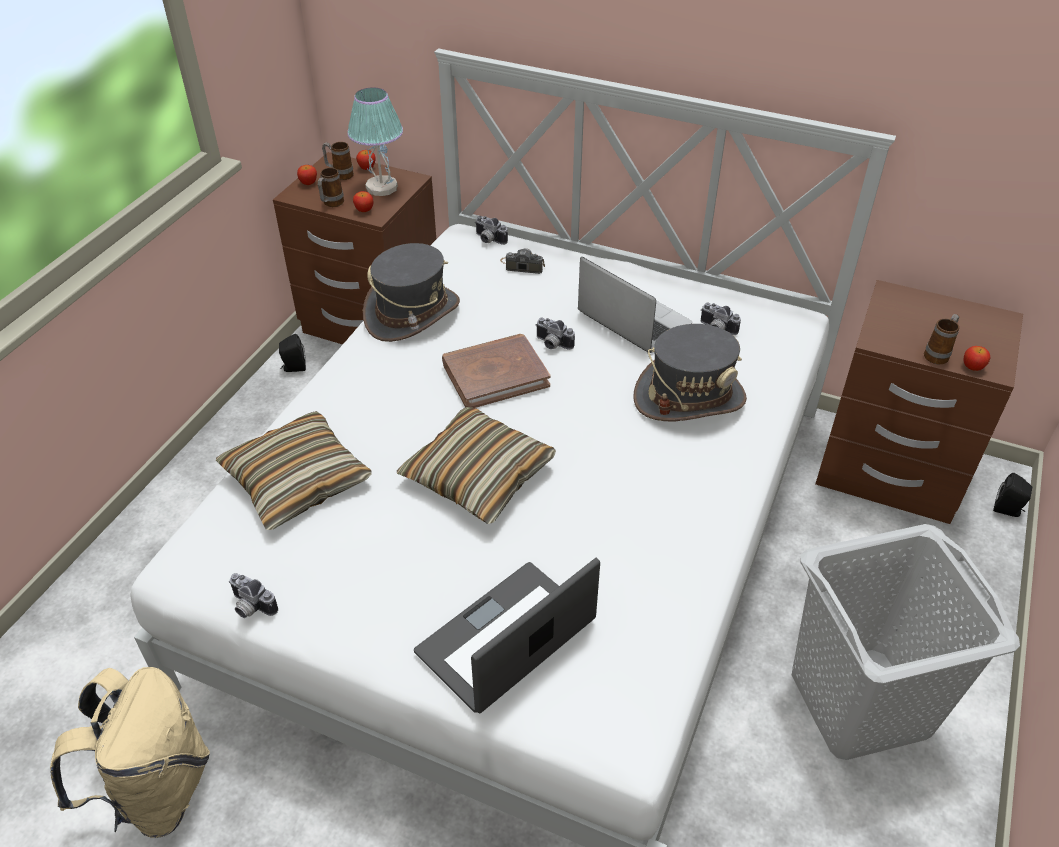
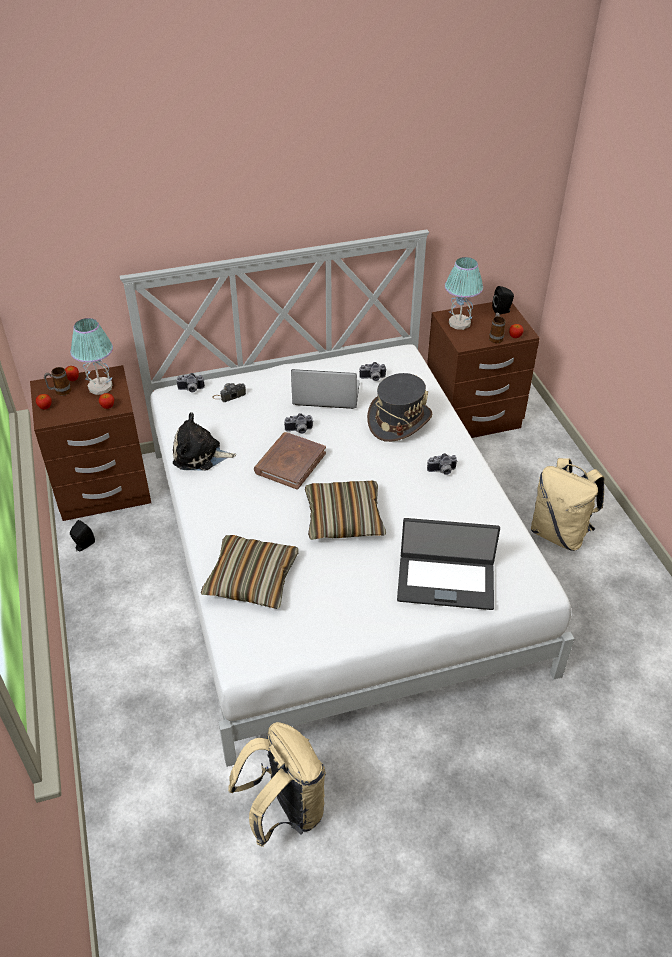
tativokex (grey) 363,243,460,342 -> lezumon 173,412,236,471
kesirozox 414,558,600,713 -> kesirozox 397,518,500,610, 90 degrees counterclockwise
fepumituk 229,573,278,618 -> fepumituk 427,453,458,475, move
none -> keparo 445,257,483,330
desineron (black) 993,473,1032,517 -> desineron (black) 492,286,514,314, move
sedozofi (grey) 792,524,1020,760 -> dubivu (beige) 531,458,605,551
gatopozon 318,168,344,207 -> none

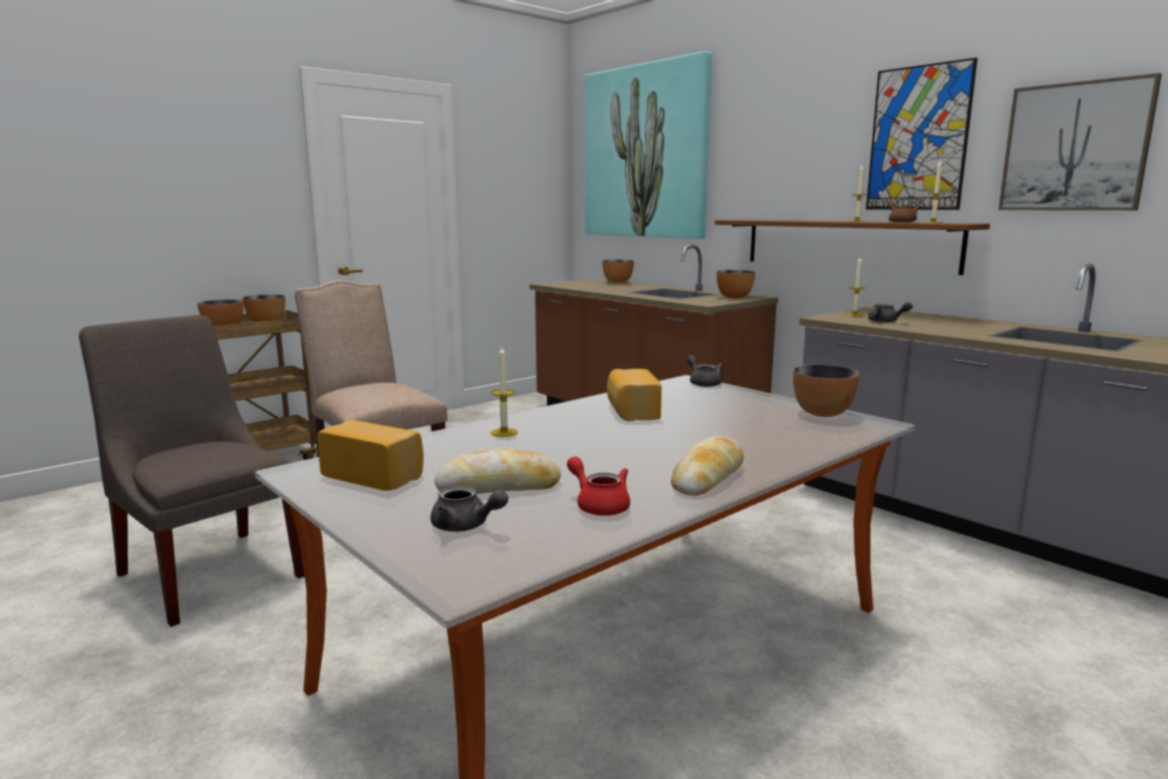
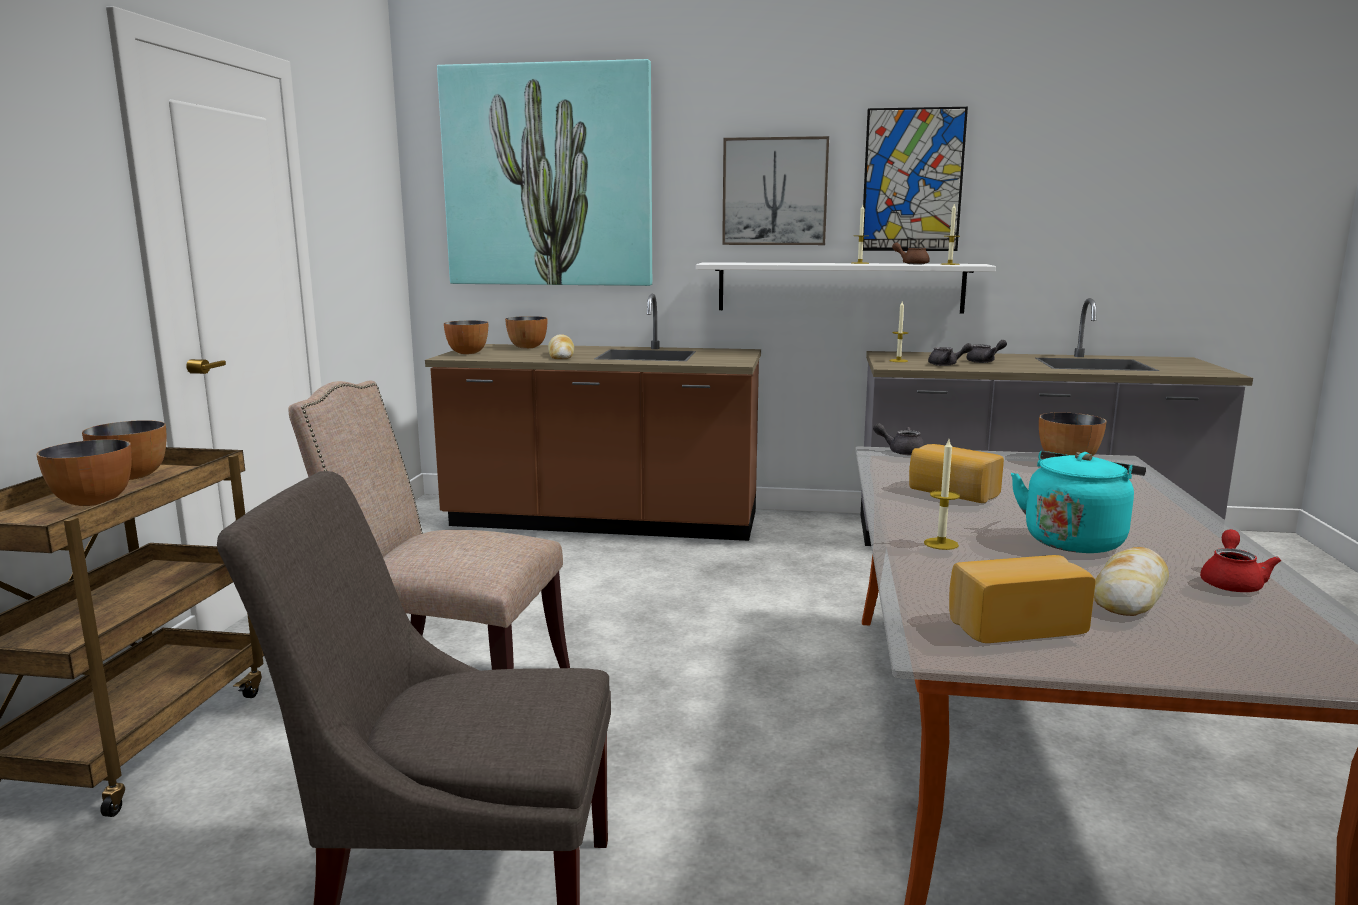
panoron 717,270,755,299 -> panoron 444,320,488,354, move
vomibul 671,436,744,496 -> vomibul 548,334,574,359, move
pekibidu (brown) 715,220,990,275 -> pekibidu (white) 696,262,996,314
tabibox 998,73,1162,210 -> tabibox 722,136,829,245, move
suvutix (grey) 430,486,508,532 -> suvutix (grey) 966,340,1007,363, move
none -> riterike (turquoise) 1011,451,1146,553
suvutix (red) 567,456,630,516 -> suvutix (red) 1200,529,1281,592, 105 degrees clockwise

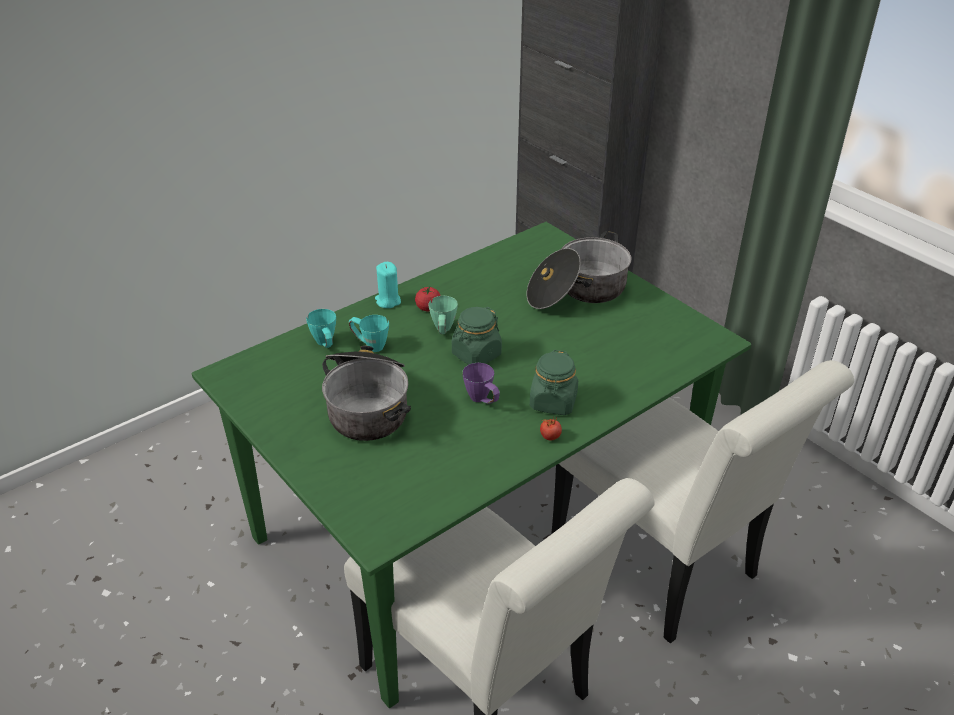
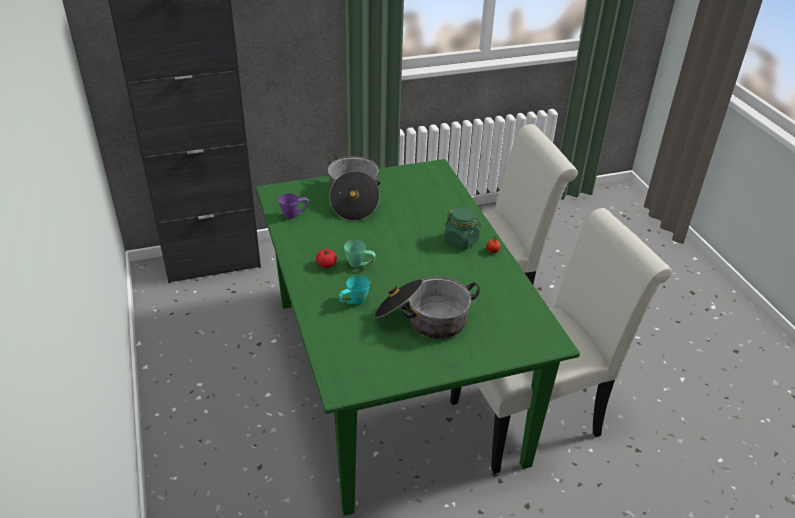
gatopozon (purple) 463,363,500,404 -> gatopozon (purple) 278,193,309,219, move
gatopozon (turquoise) 306,309,336,348 -> none
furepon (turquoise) 375,262,401,308 -> none
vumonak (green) 452,307,502,365 -> none

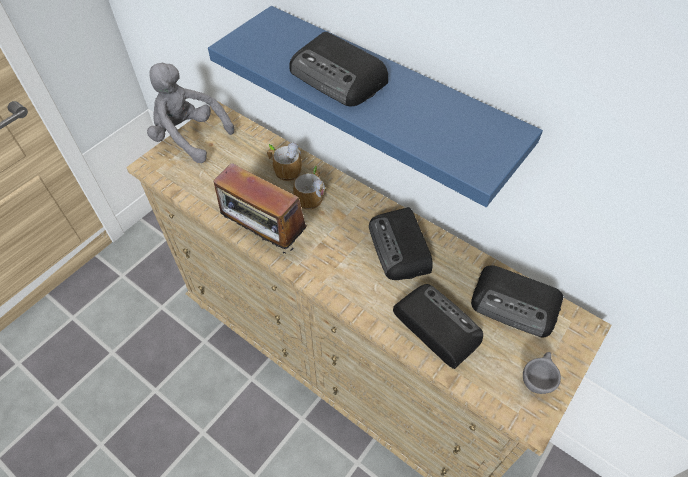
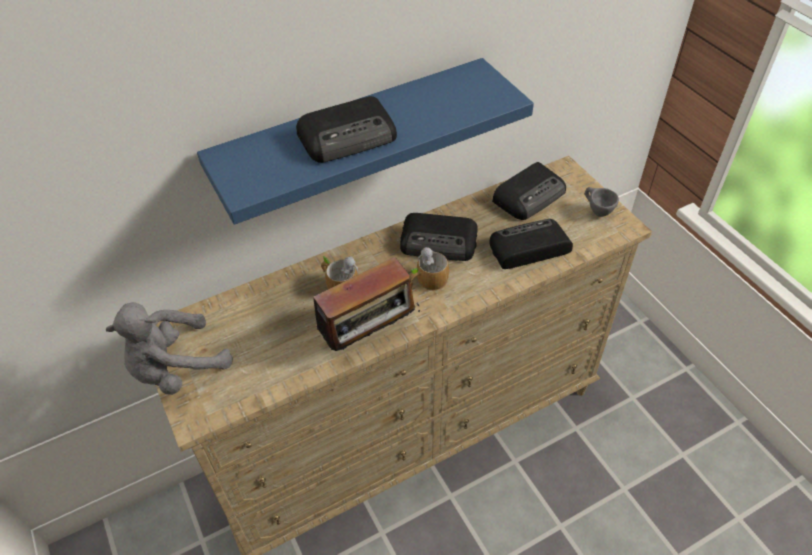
gatopozon 267,141,302,181 -> gatopozon 410,247,449,291, move

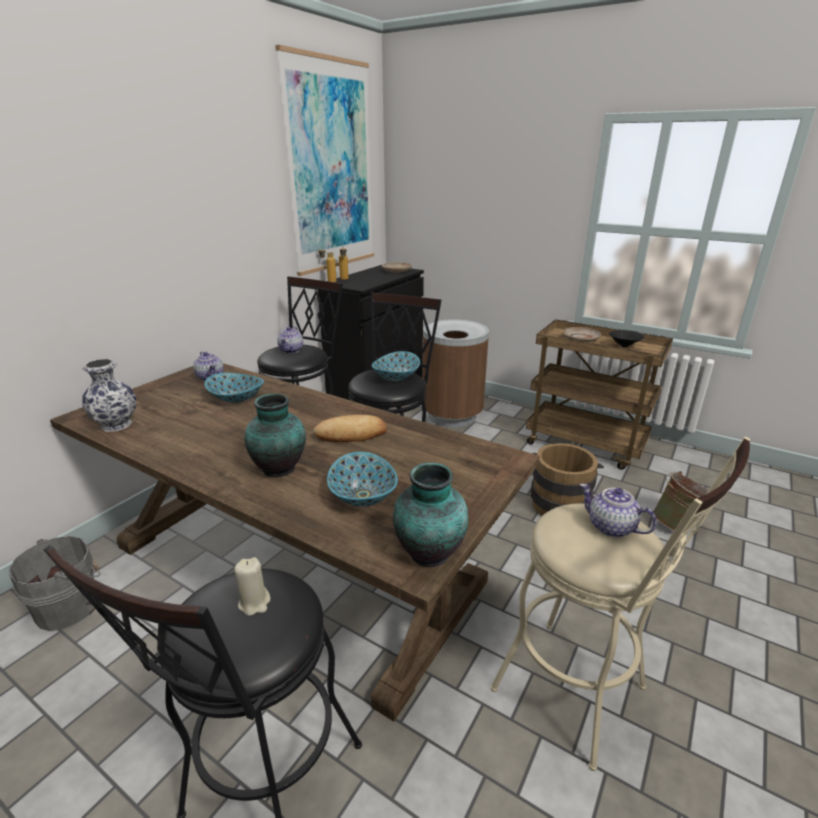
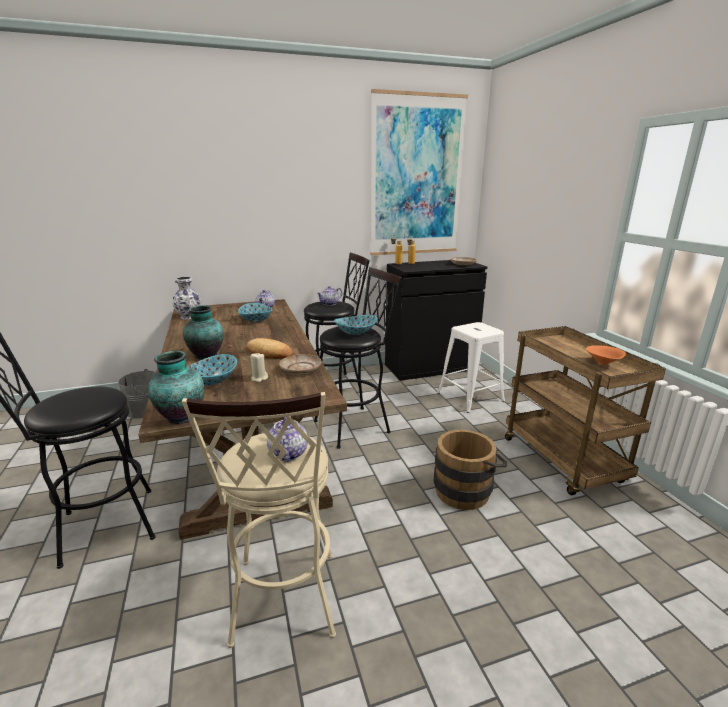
furepon (beige) 234,557,271,616 -> furepon (beige) 250,353,268,382, move
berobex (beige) 563,327,601,342 -> berobex (beige) 279,354,321,374, move
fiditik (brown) 423,319,489,427 -> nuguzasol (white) 437,322,505,413
panoron (black) 609,330,645,348 -> panoron (orange) 586,345,626,365
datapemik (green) 653,471,708,530 -> none

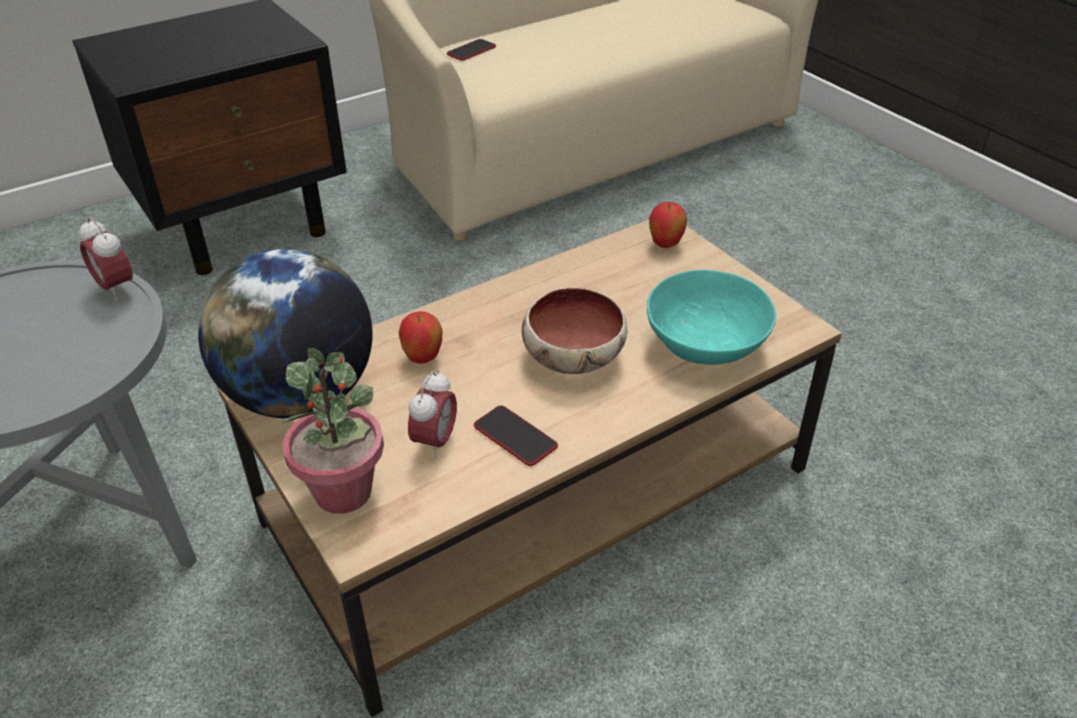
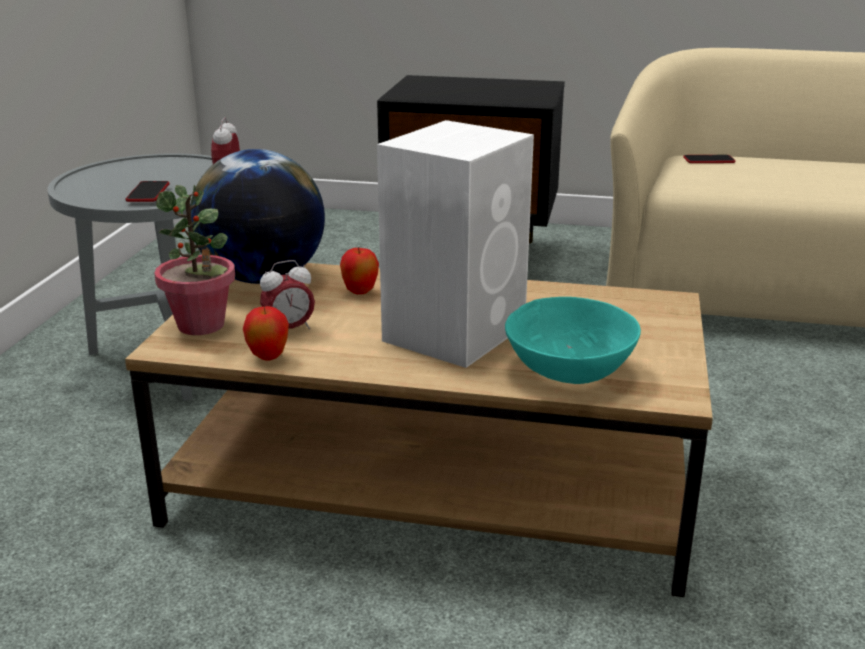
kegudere 474,405,558,466 -> kegudere 125,181,170,202, move
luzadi 649,202,687,248 -> luzadi 243,306,289,361, move
panoron 522,288,627,374 -> desineron (white) 377,120,534,368

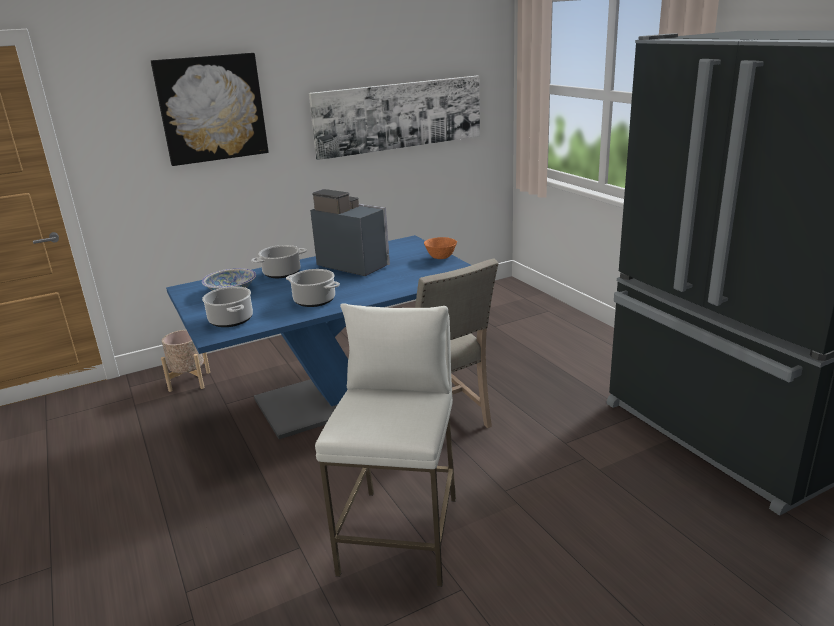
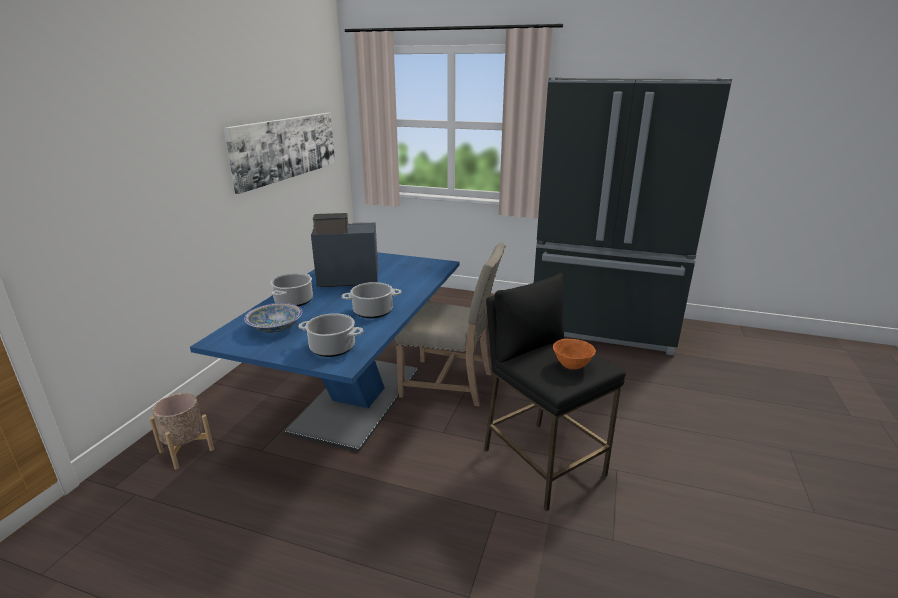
nuguzasol (white) 315,303,456,587 -> nuguzasol (black) 484,273,626,511
panoron (orange) 424,237,457,259 -> panoron (orange) 553,339,596,369, move
tabibox 151,53,269,166 -> none

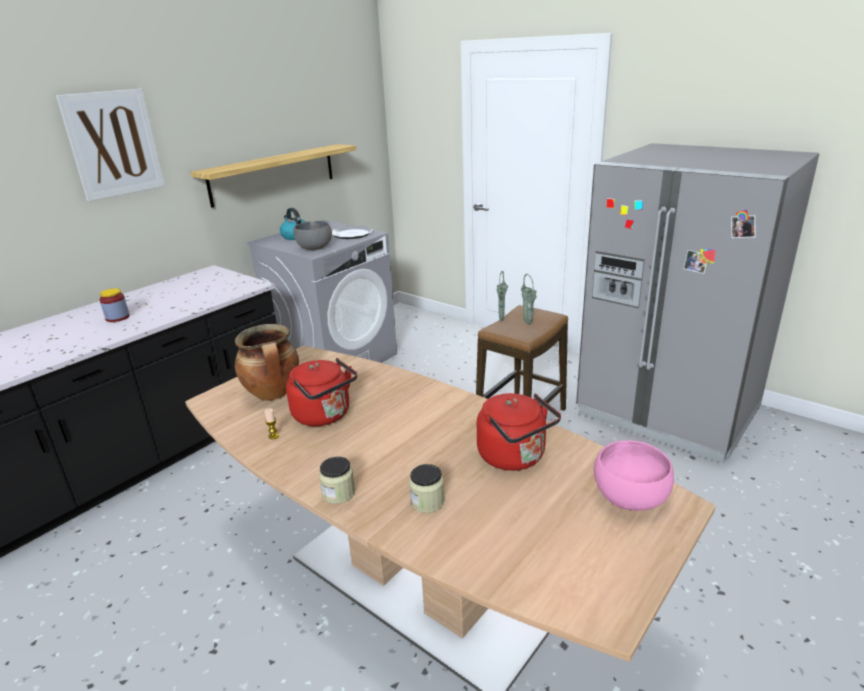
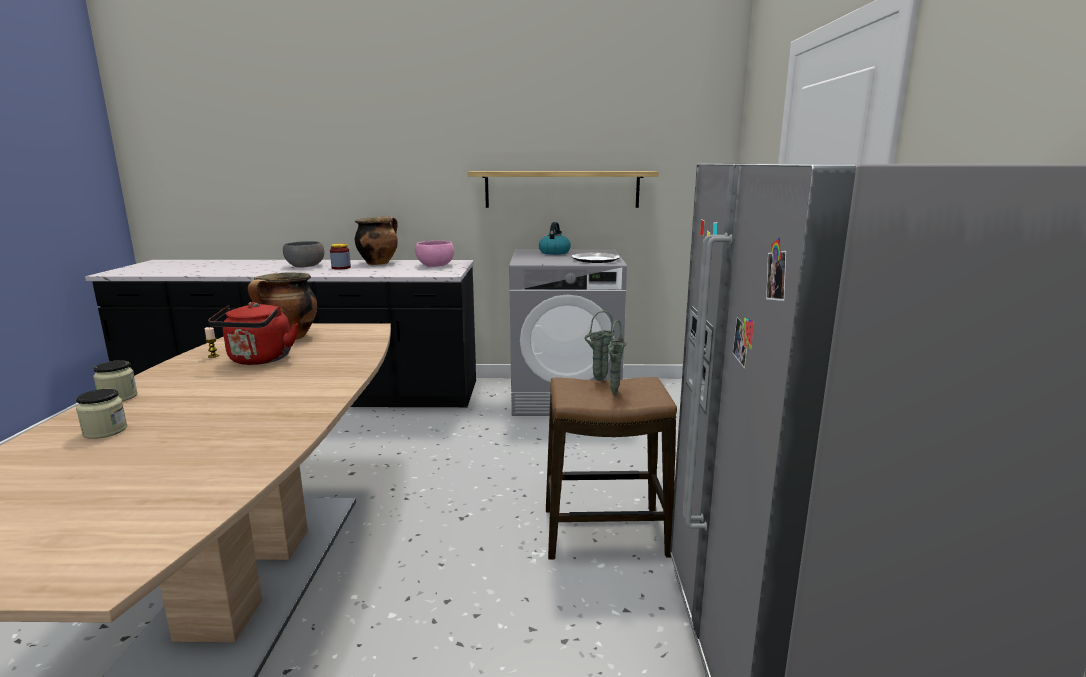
panoron (grey) 293,221,332,250 -> panoron (grey) 283,241,325,268, move
none -> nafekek 355,217,398,265
panoron (pink) 594,440,674,511 -> panoron (pink) 415,241,454,267, move
tabibox 56,89,165,202 -> none
riterike (red) 477,393,561,471 -> none

